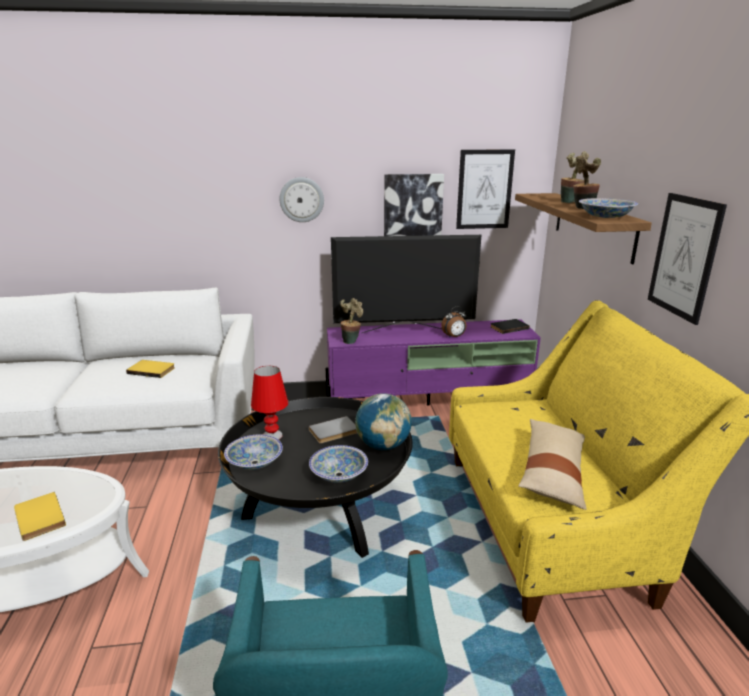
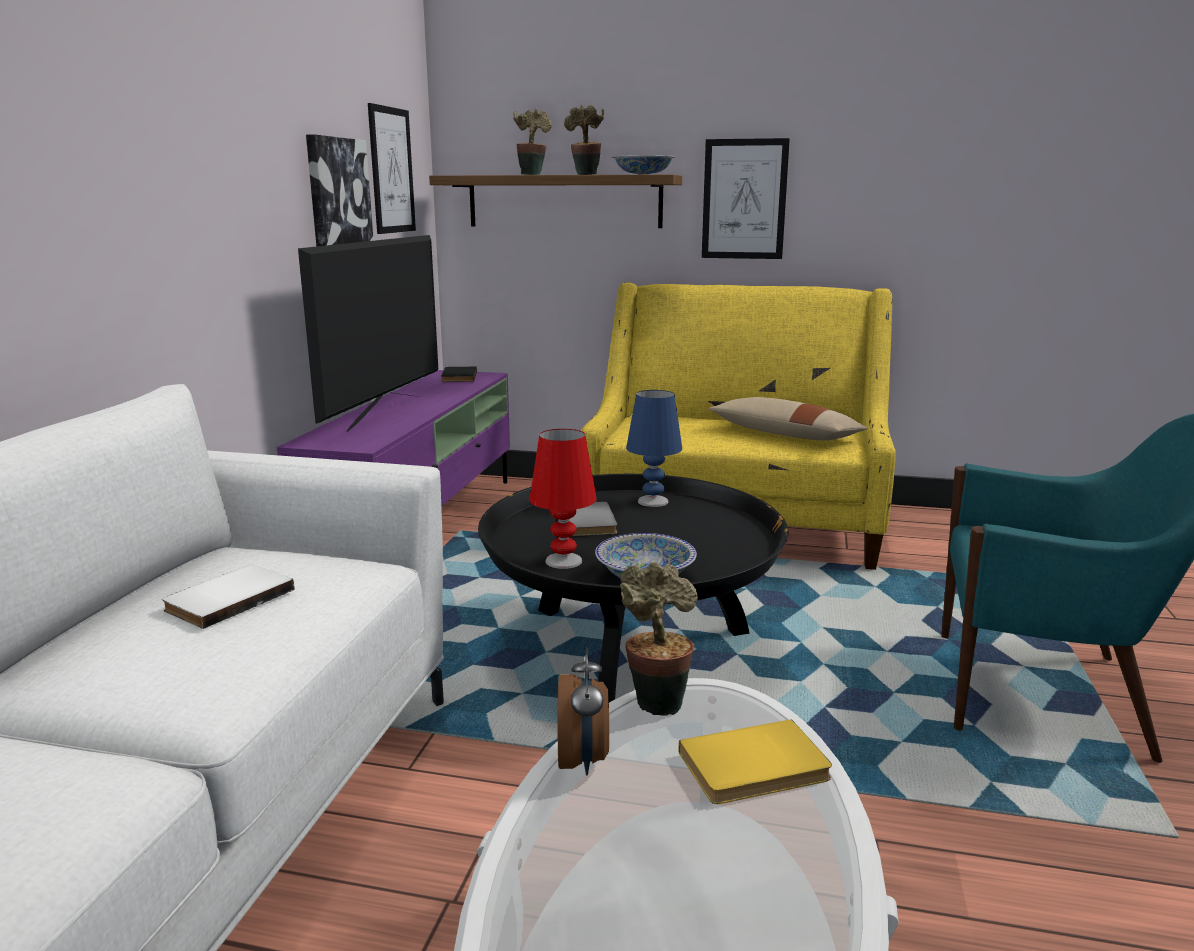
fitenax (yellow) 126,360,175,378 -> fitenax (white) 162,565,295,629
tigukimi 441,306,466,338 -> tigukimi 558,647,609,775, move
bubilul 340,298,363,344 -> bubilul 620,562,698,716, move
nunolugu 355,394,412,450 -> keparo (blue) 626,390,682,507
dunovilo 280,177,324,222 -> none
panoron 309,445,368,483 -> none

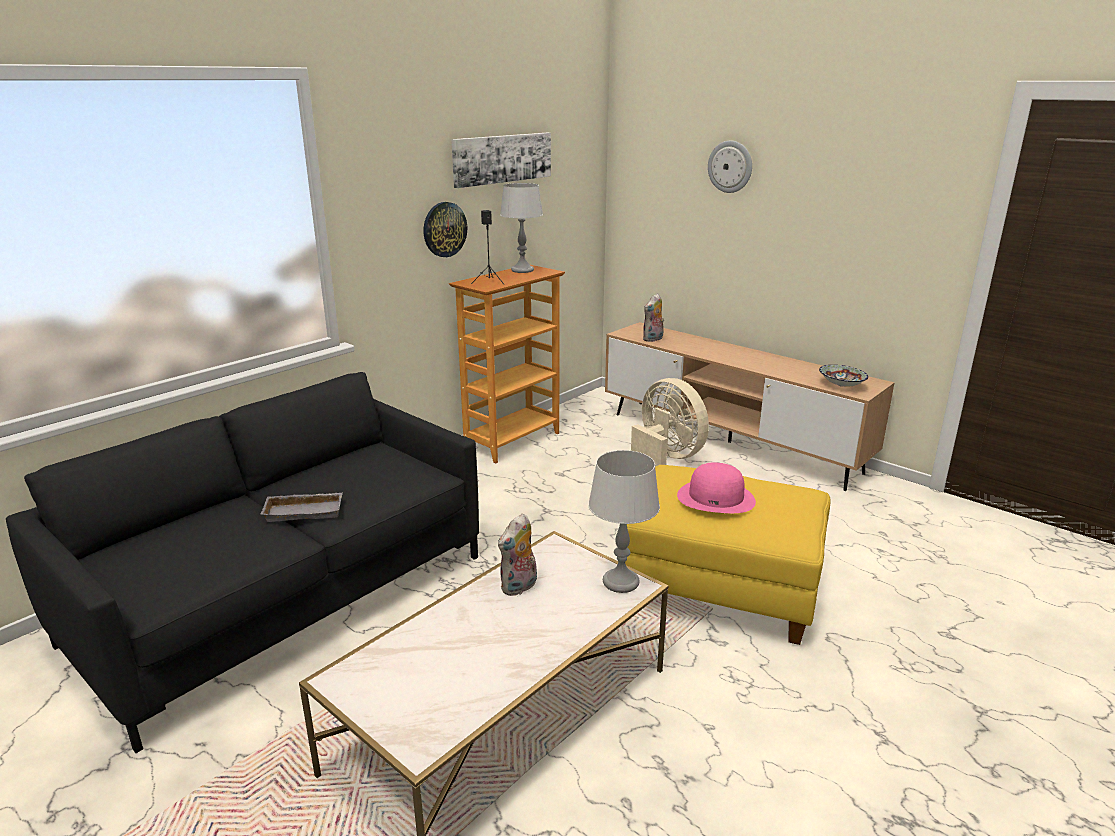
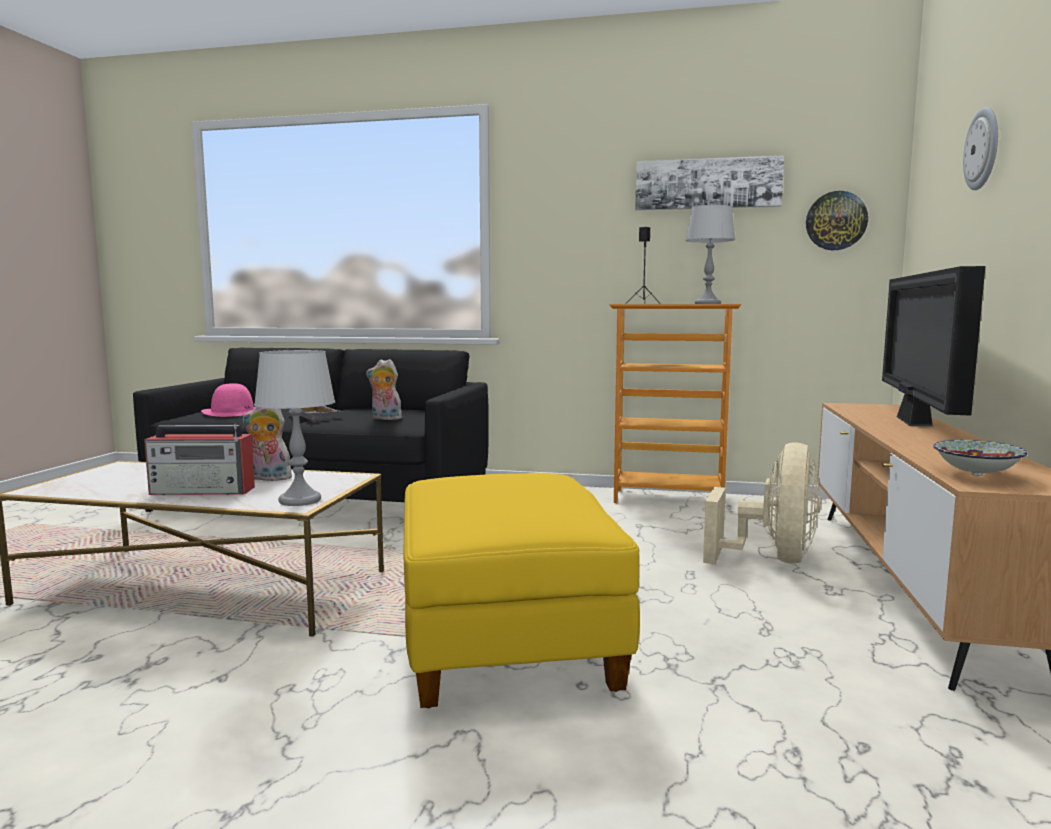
none -> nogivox 144,424,255,495
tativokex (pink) 677,462,756,513 -> tativokex (pink) 201,383,255,417, move
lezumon 643,293,664,342 -> lezumon 366,359,404,420, move
dunovilo 424,202,467,257 -> dunovilo 806,191,868,250, move
none -> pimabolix 882,266,985,426

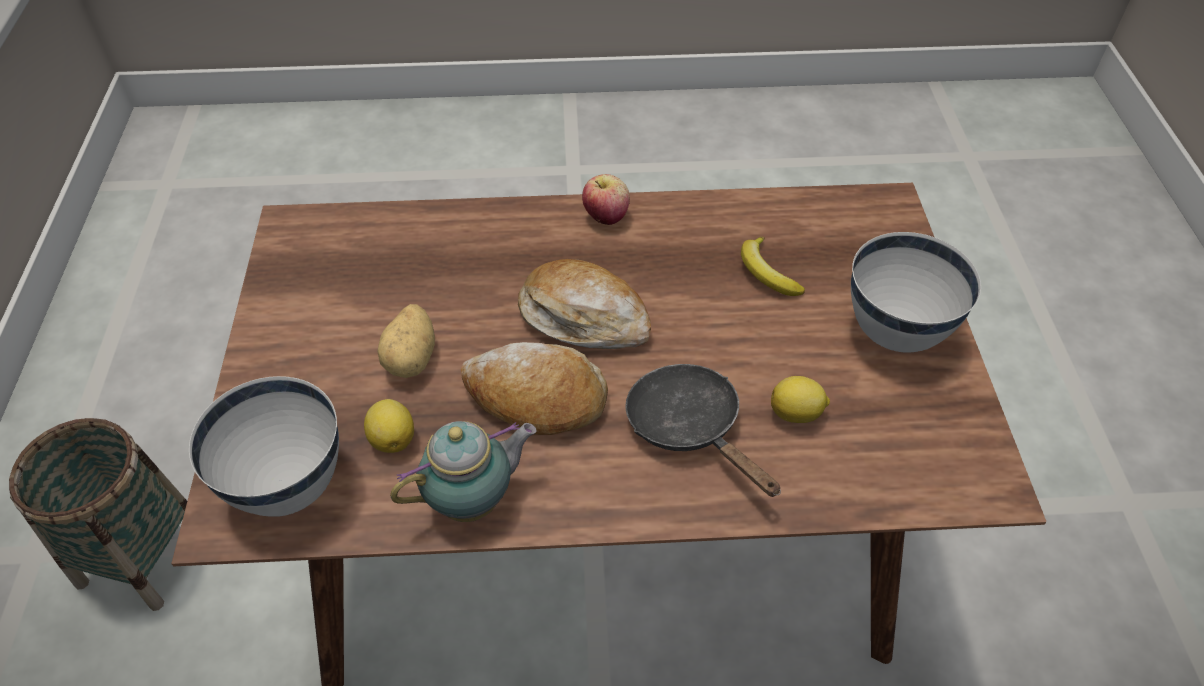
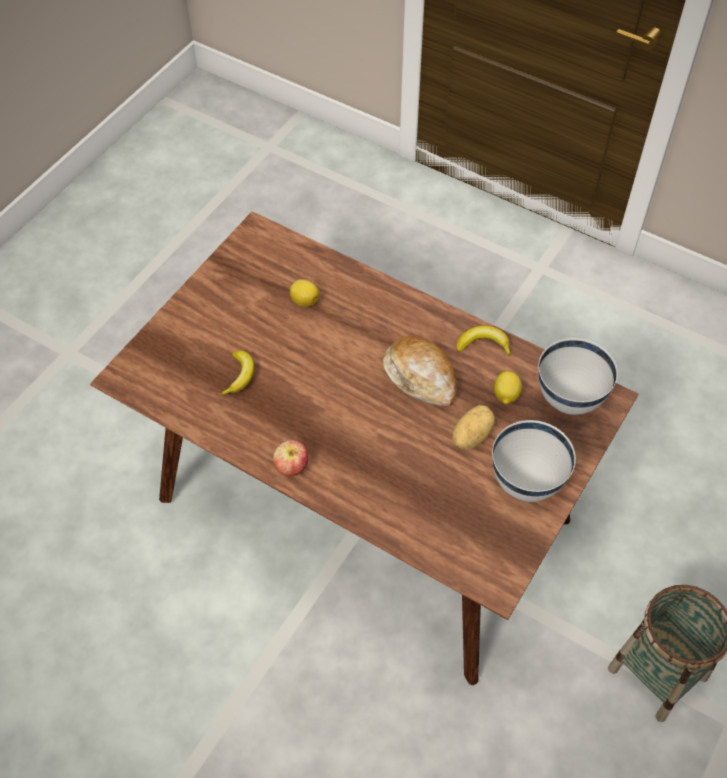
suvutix 390,421,537,522 -> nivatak 456,326,511,357
panoron (white) 851,232,981,353 -> panoron (white) 492,420,576,502, move
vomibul 518,259,651,349 -> none
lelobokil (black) 625,364,781,497 -> none

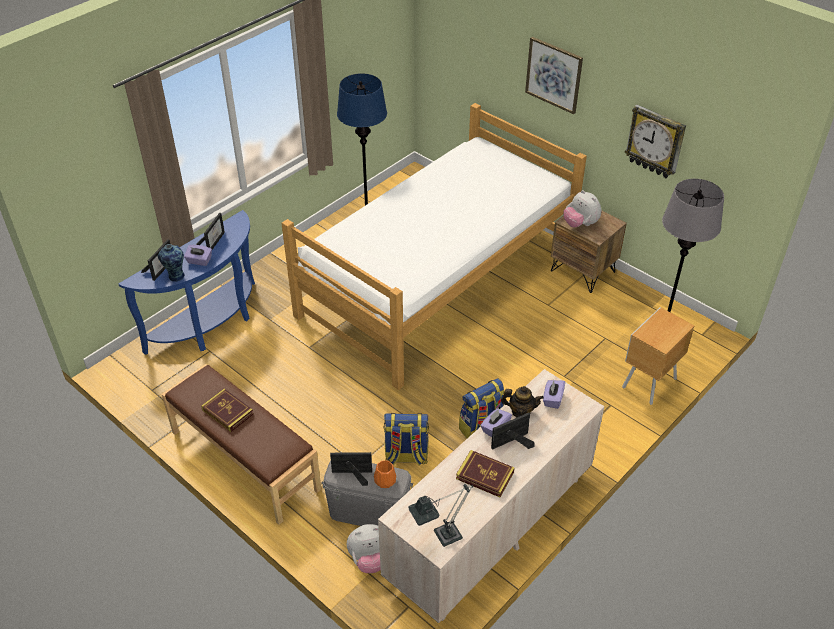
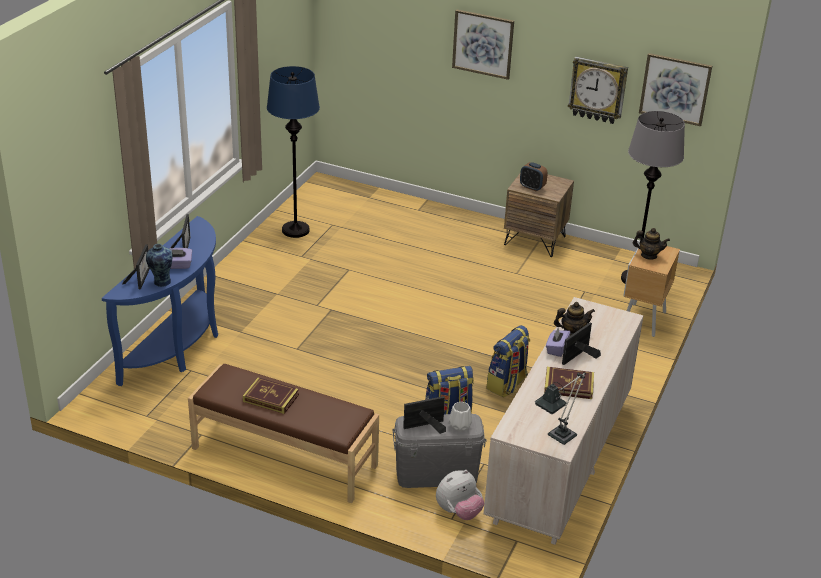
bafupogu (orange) 374,461,396,488 -> bafupogu (white) 449,402,472,431
lezumon 563,190,601,227 -> tigukimi 520,162,548,191
none -> suvutix 633,228,670,260
none -> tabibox 639,53,712,126
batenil 282,103,587,390 -> none
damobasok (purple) 543,380,565,409 -> none

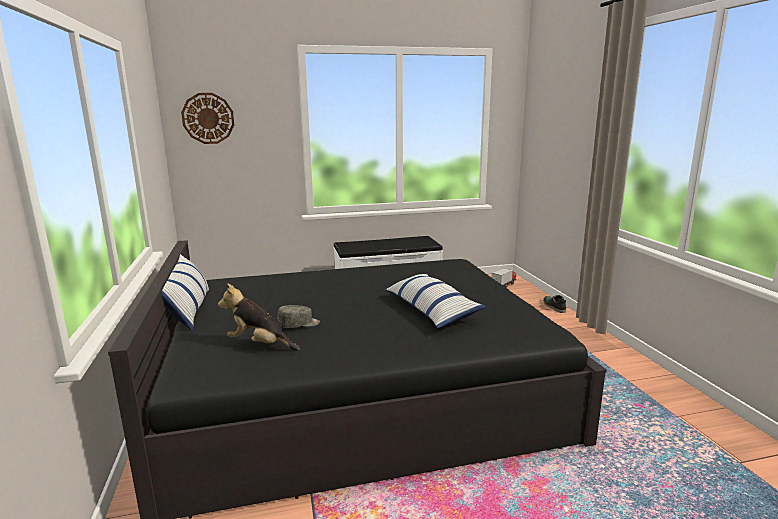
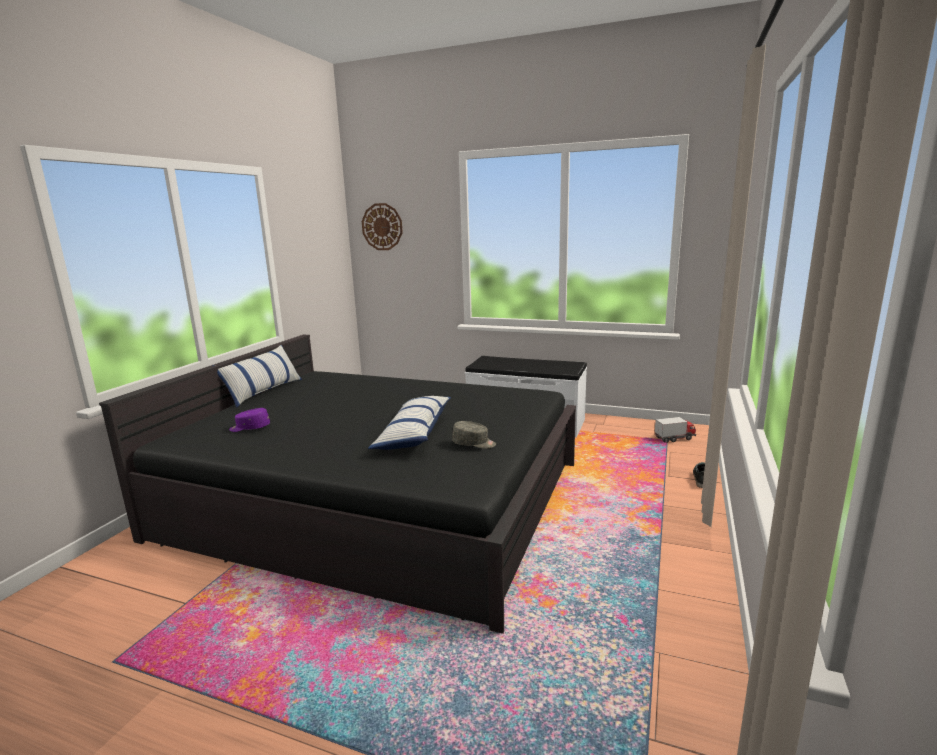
lezumon 218,283,300,351 -> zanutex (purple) 229,408,270,432
zanutex (grey) 277,305,320,328 -> zanutex (grey) 452,421,496,449, move

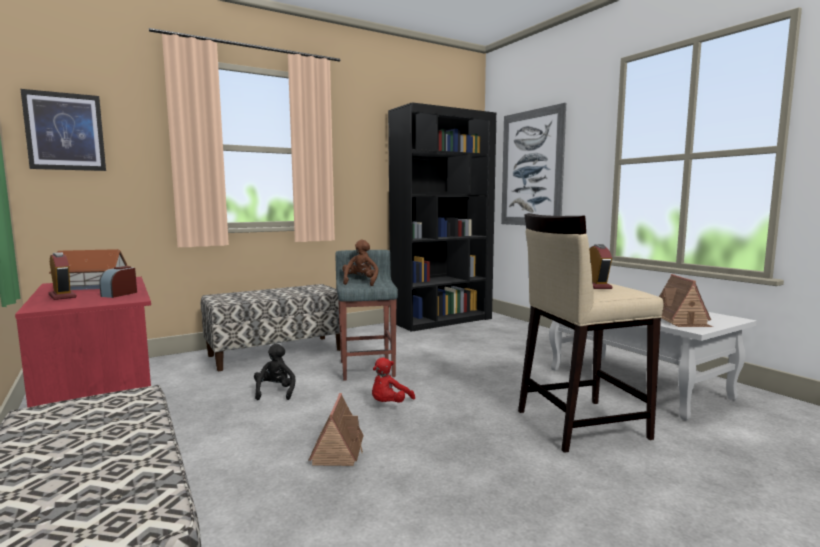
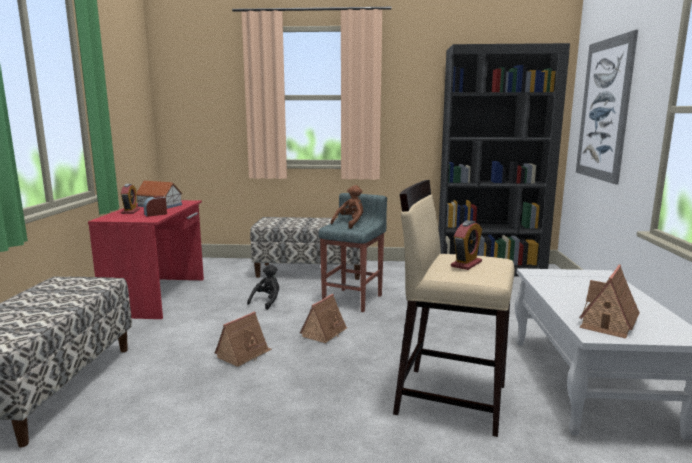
lezumon (red) 372,357,415,403 -> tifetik 300,294,348,343
tabibox 21,89,106,171 -> none

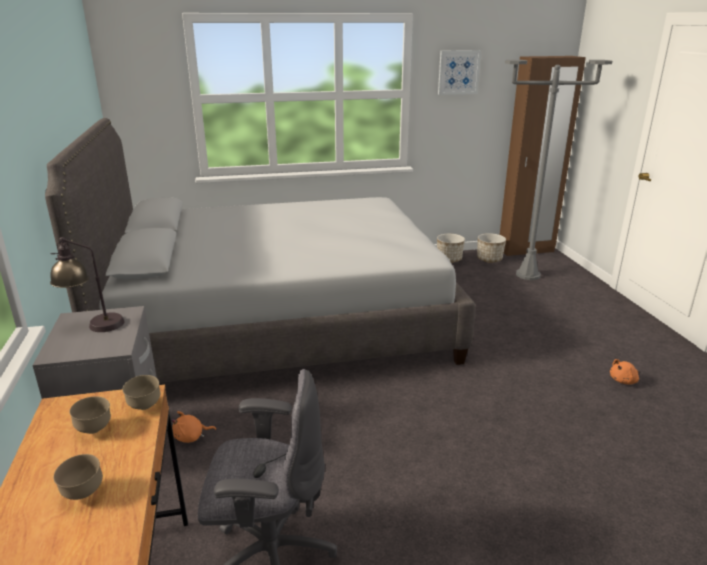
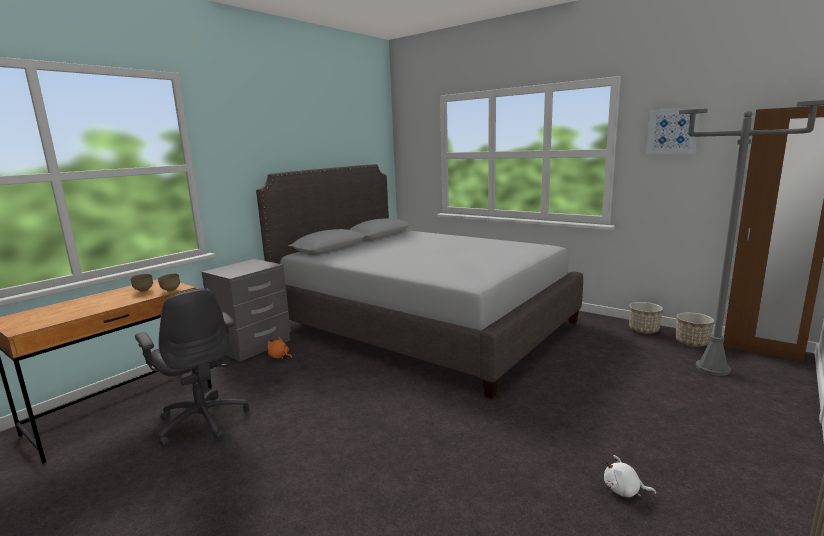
lezumon (orange) 610,359,639,385 -> lezumon (white) 604,455,656,497
keparo 50,237,125,332 -> none
panoron (brown) 54,454,103,500 -> none

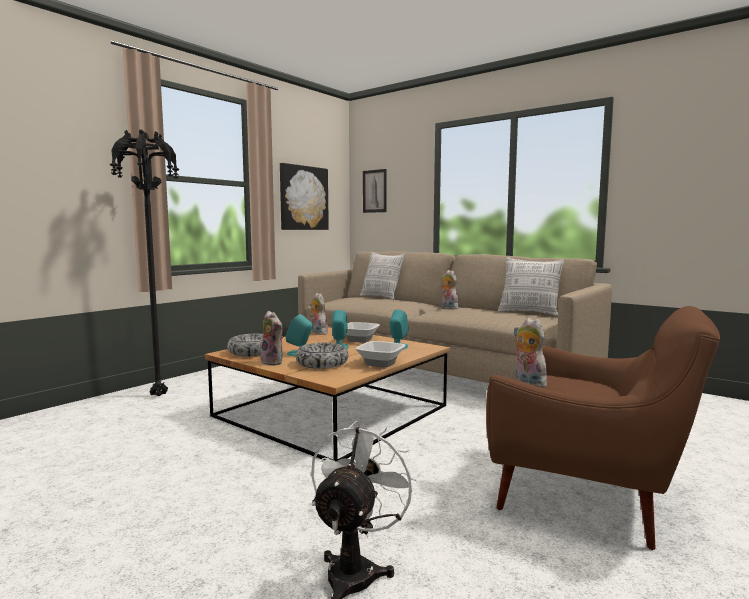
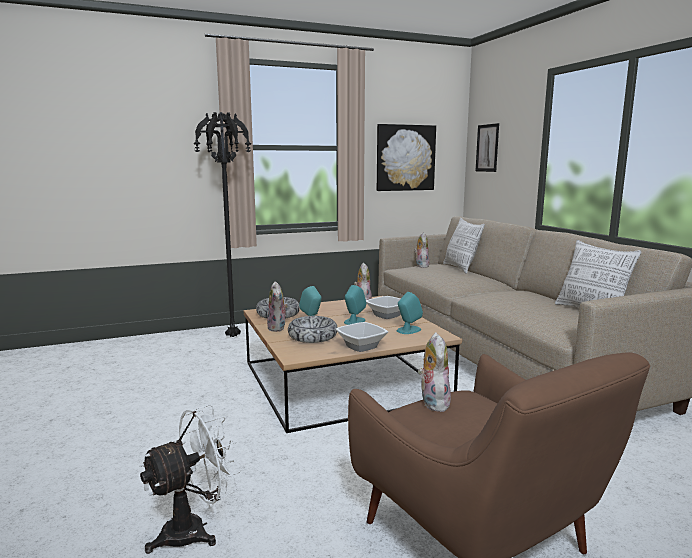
lezumon 441,270,459,309 -> lezumon 414,232,429,268, move

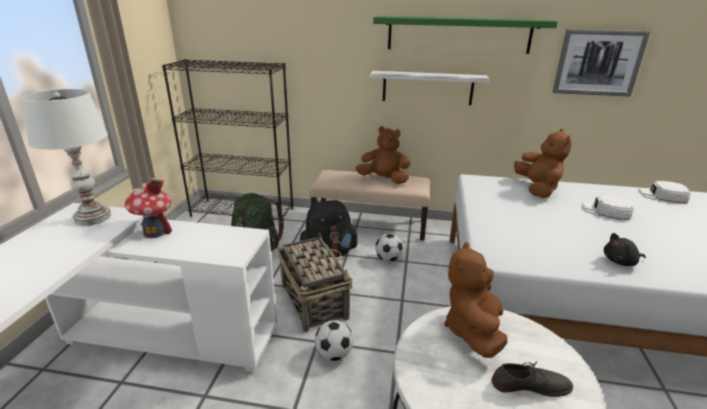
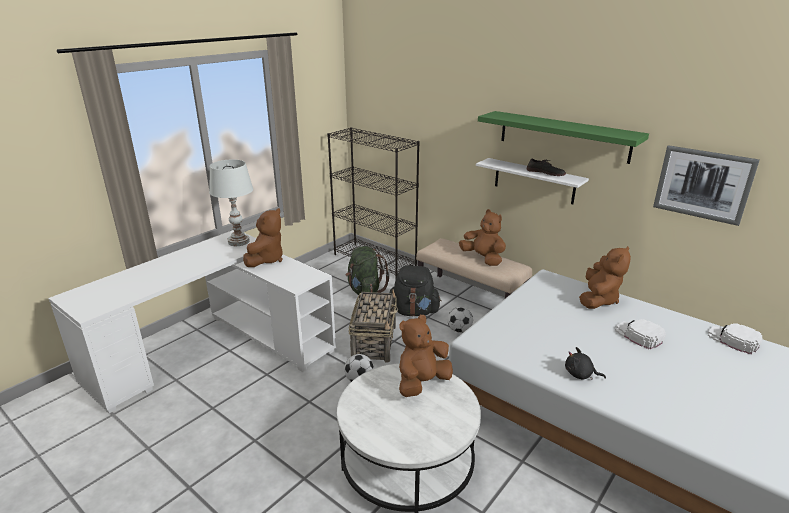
tifetik 125,179,172,238 -> lezumon (brown) 243,208,283,267
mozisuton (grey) 491,361,573,397 -> mozisuton (grey) 526,159,566,176, move

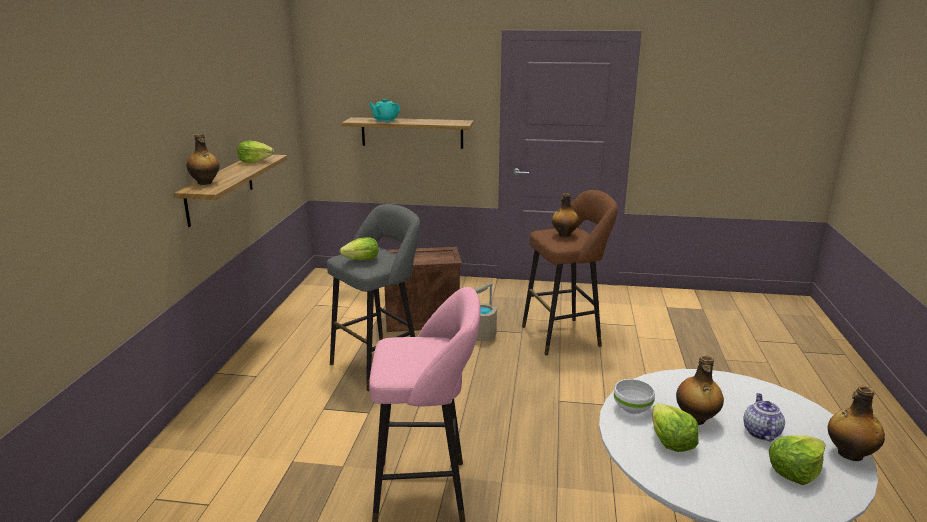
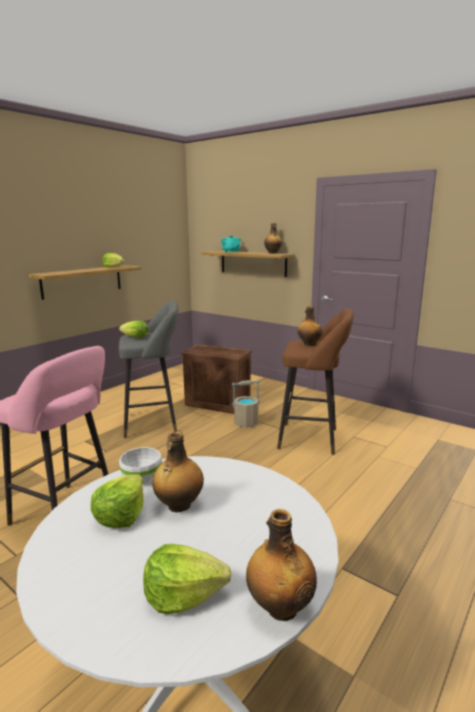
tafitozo 187,134,220,185 -> tafitozo 264,223,282,254, move
suvutix 743,393,785,441 -> none

